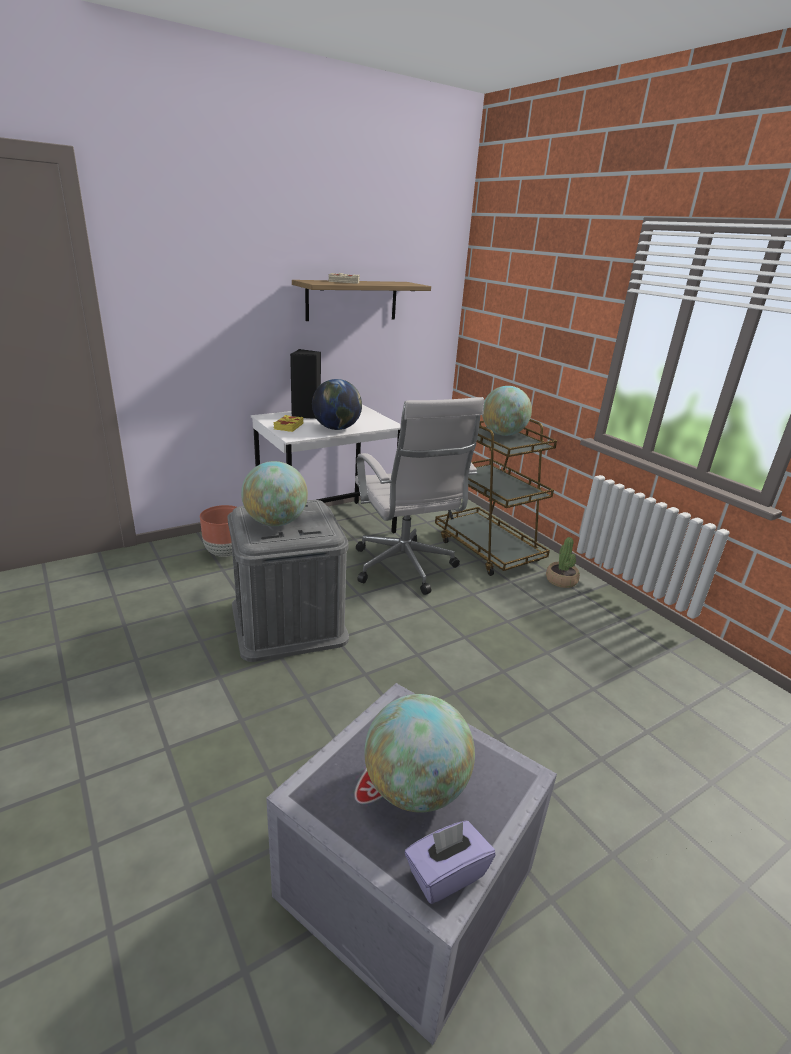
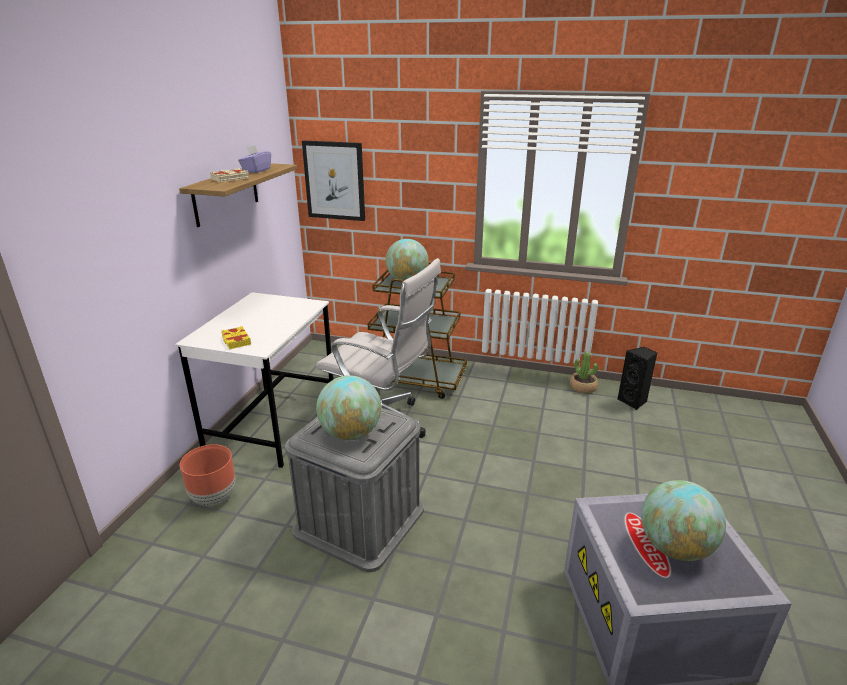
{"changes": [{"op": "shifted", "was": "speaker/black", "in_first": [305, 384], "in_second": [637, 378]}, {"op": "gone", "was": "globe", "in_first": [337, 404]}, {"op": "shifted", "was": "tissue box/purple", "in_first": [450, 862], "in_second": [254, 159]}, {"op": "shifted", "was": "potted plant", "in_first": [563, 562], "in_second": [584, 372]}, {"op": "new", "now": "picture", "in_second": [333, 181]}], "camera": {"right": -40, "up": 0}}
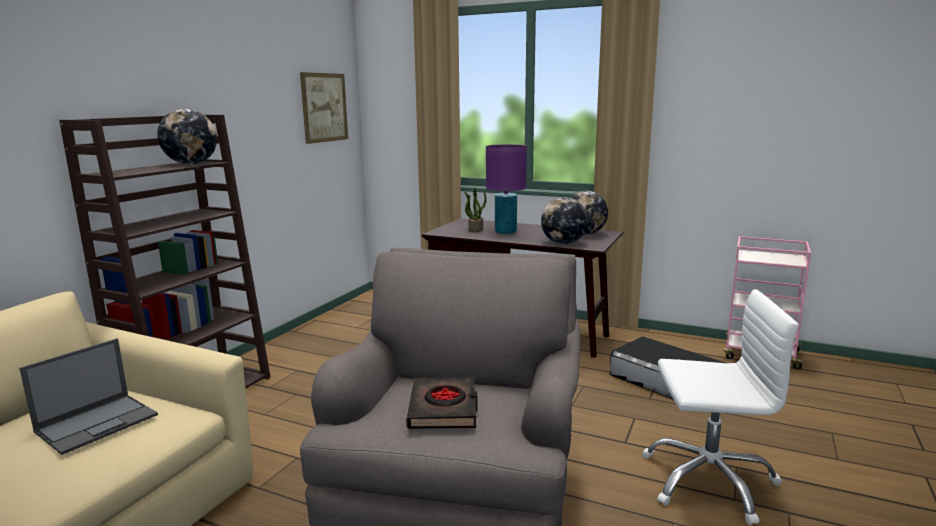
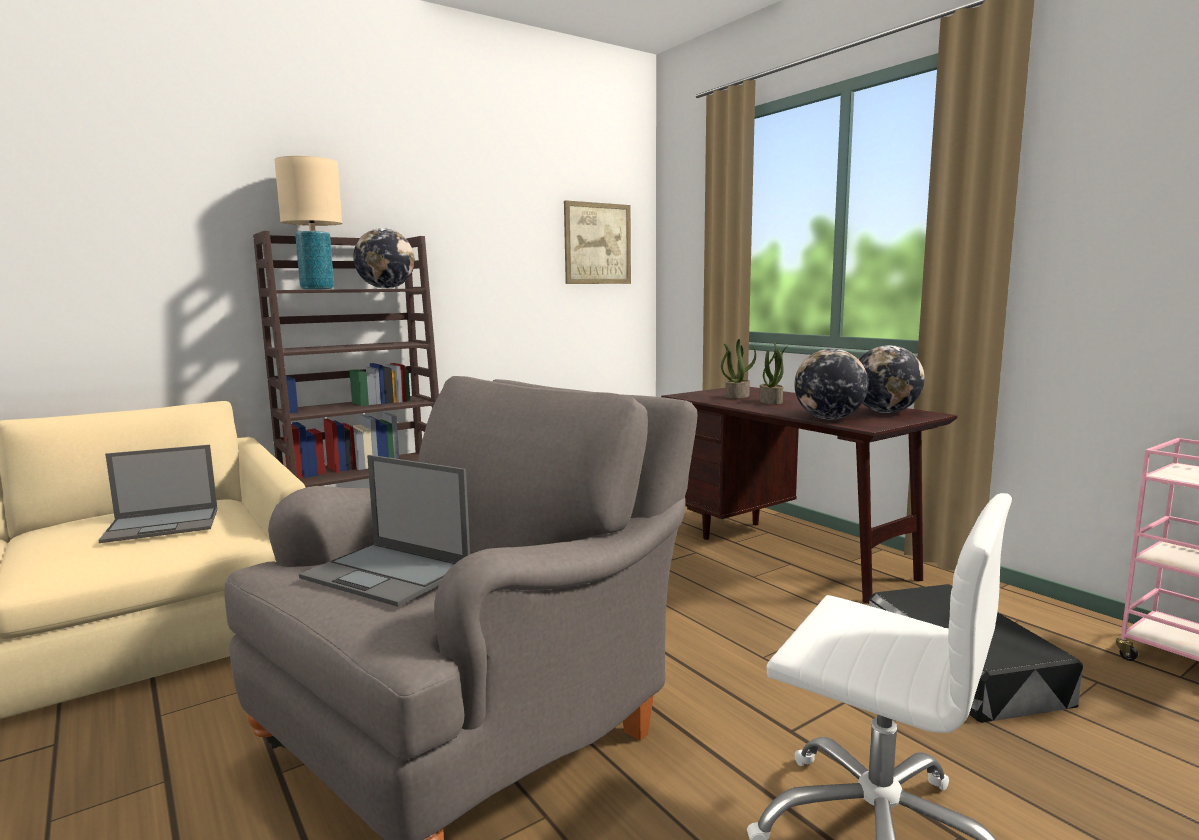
{"changes": [{"op": "swapped", "was": "book/black", "now": "laptop", "in_first": [442, 403], "in_second": [384, 531]}, {"op": "swapped", "was": "table lamp/purple", "now": "potted plant", "in_first": [506, 189], "in_second": [773, 373]}, {"op": "new", "now": "table lamp/beige", "in_second": [308, 223]}], "camera": {"right": 30, "up": -5}}
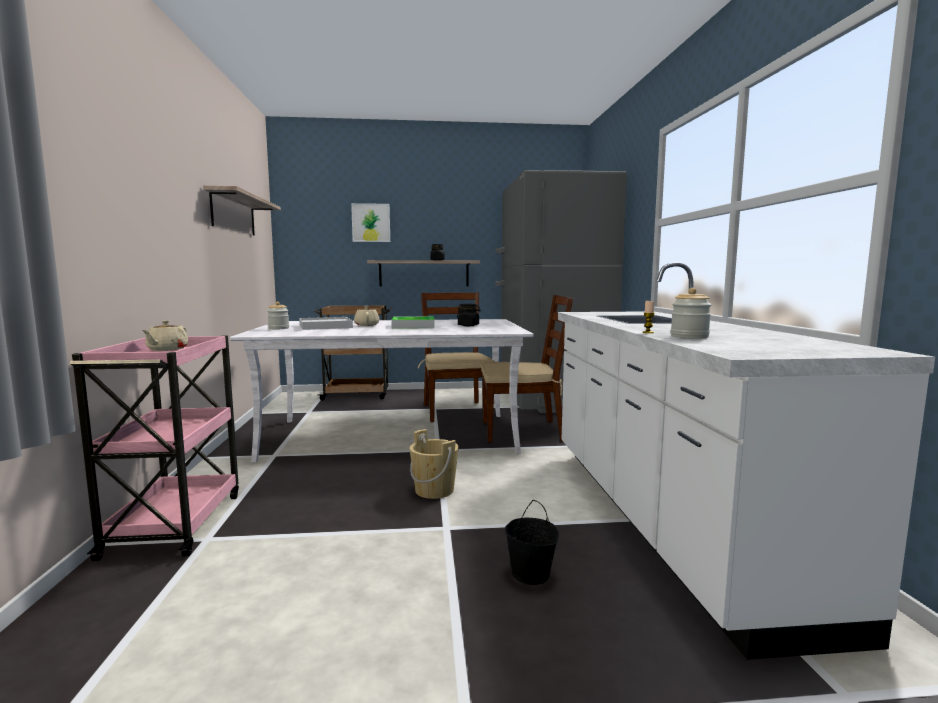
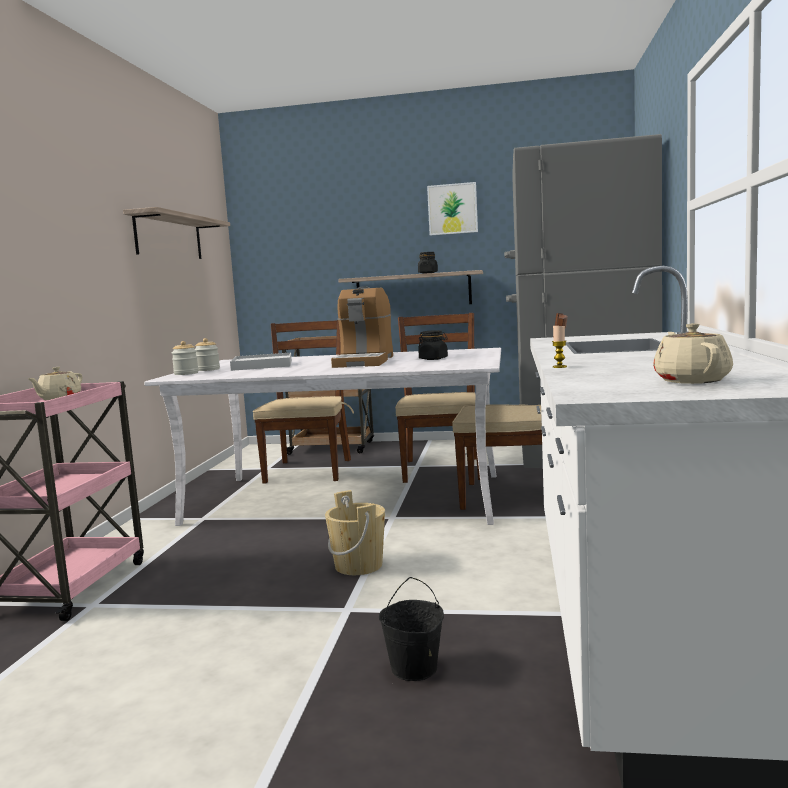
{"changes": [{"op": "shifted", "was": "picture", "in_first": [370, 222], "in_second": [452, 209]}, {"op": "shifted", "was": "teapot/beige", "in_first": [367, 316], "in_second": [693, 353]}, {"op": "swapped", "was": "tray", "now": "coffee machine", "in_first": [413, 322], "in_second": [362, 327]}, {"op": "shifted", "was": "jar", "in_first": [691, 313], "in_second": [185, 358]}, {"op": "new", "now": "chair/brown", "in_second": [303, 402]}], "camera": {"right": 15, "up": 0}}
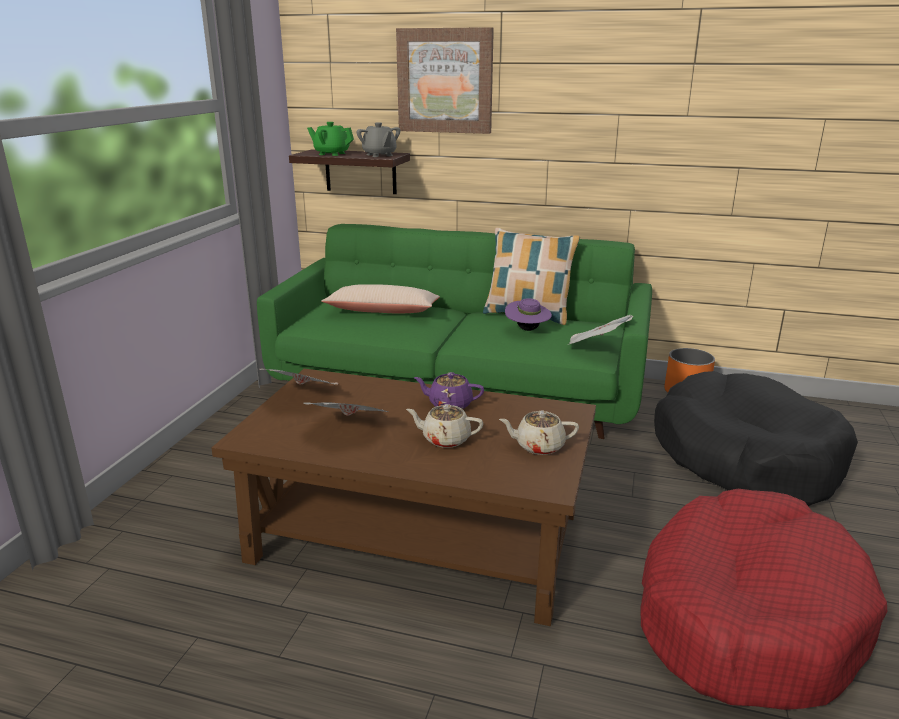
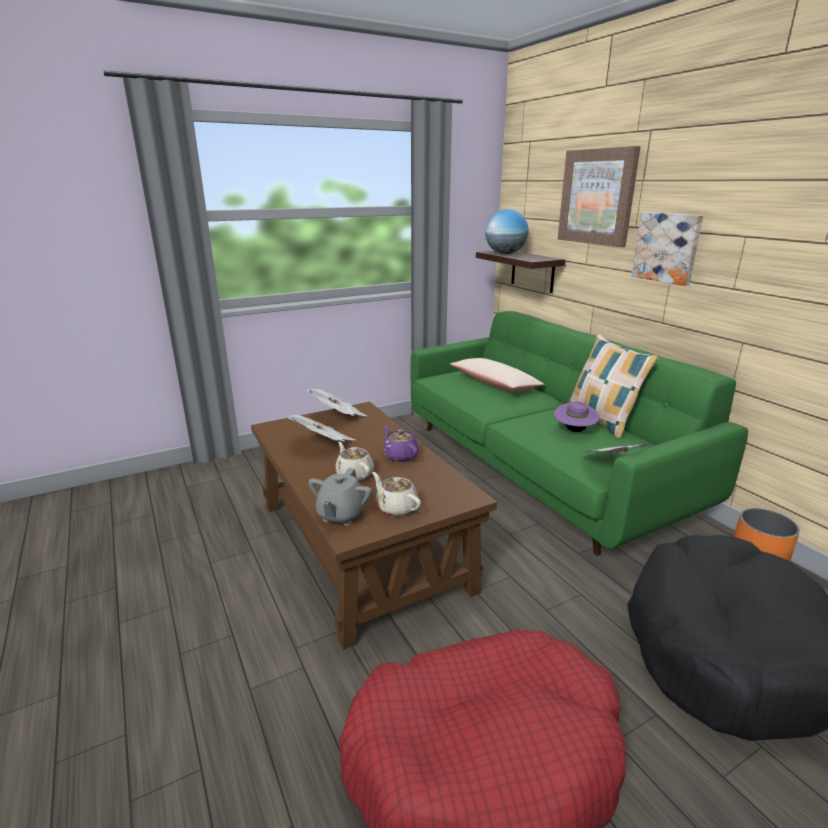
{"changes": [{"op": "swapped", "was": "teapot/green", "now": "globe", "in_first": [330, 139], "in_second": [507, 231]}, {"op": "shifted", "was": "teapot/grey", "in_first": [378, 139], "in_second": [340, 496]}, {"op": "new", "now": "picture", "in_second": [667, 249]}], "camera": {"right": 45, "up": 0}}
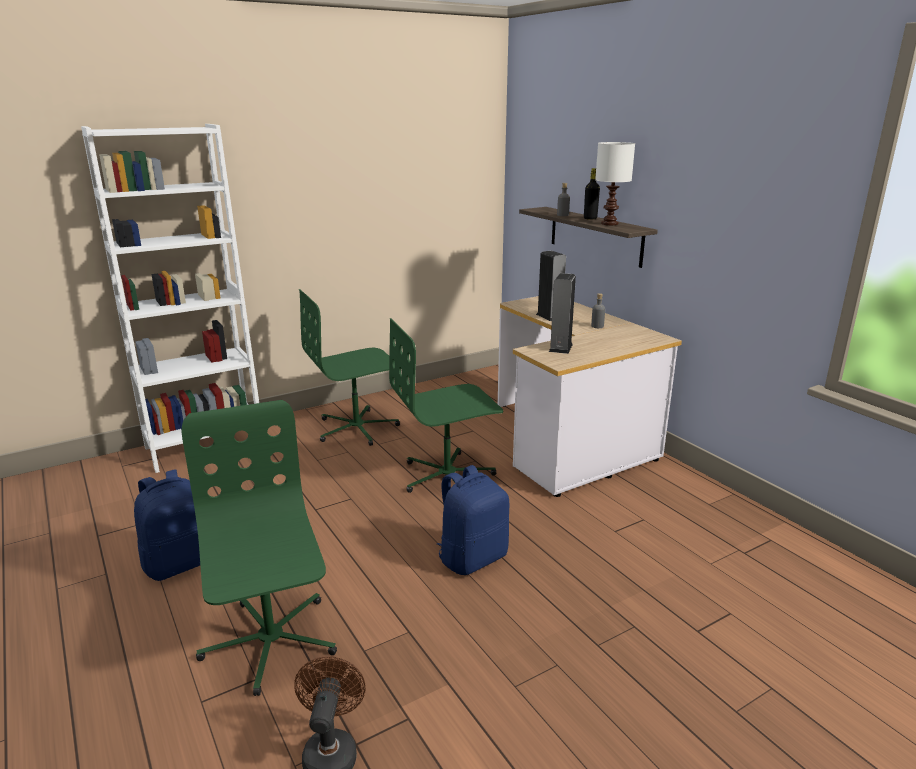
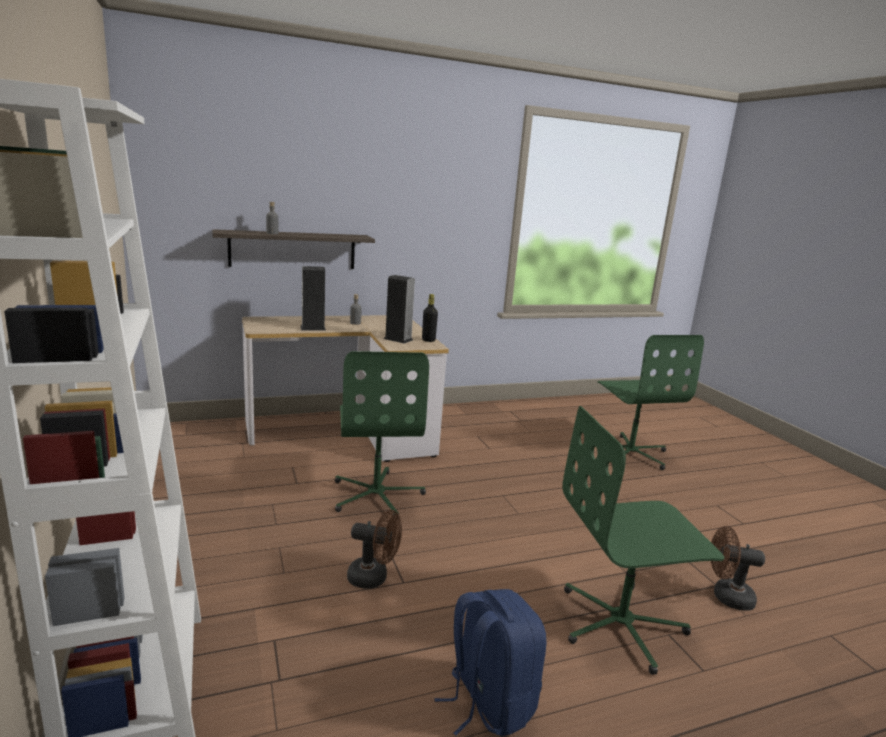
{"changes": [{"op": "shifted", "was": "office chair/green", "in_first": [349, 367], "in_second": [650, 402]}, {"op": "gone", "was": "backpack/blue", "in_first": [473, 520]}, {"op": "shifted", "was": "bottle/black", "in_first": [592, 194], "in_second": [430, 318]}, {"op": "gone", "was": "table lamp/white", "in_first": [615, 183]}, {"op": "new", "now": "fan/brown", "in_second": [374, 549]}], "camera": {"right": -80, "up": -5}}
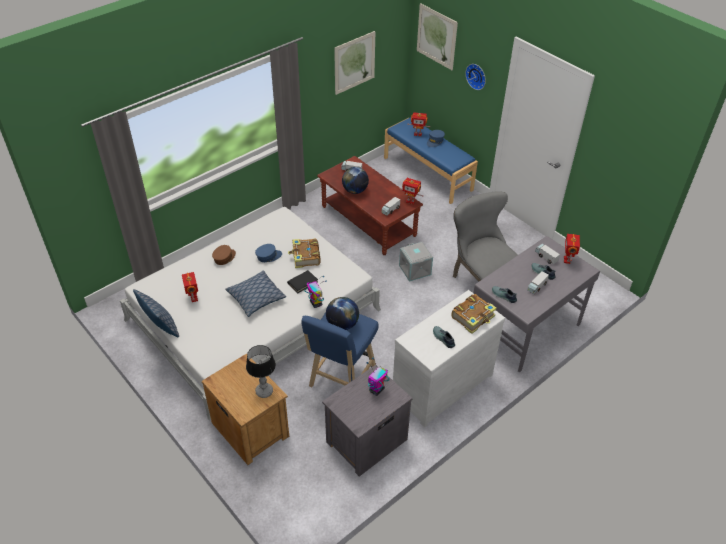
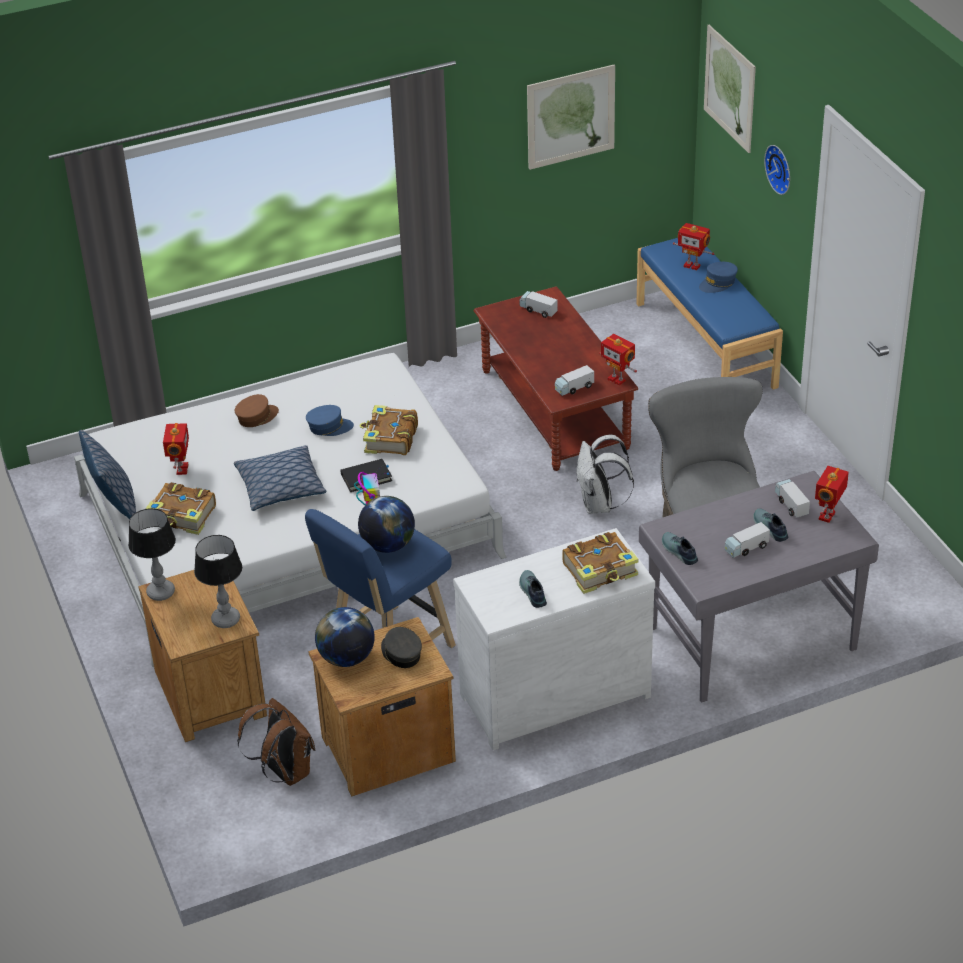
{"changes": [{"op": "repainted", "was": "nightstand/grey", "now": "nightstand/brown", "in_first": [367, 421], "in_second": [382, 706]}, {"op": "shifted", "was": "globe", "in_first": [355, 180], "in_second": [345, 637]}, {"op": "swapped", "was": "toy robot", "now": "cap/grey", "in_first": [378, 377], "in_second": [401, 647]}, {"op": "swapped", "was": "storage box/grey", "now": "backpack/white", "in_first": [416, 262], "in_second": [605, 474]}, {"op": "new", "now": "table lamp", "in_second": [152, 554]}, {"op": "new", "now": "book", "in_second": [180, 508]}, {"op": "new", "now": "backpack/brown", "in_second": [276, 742]}], "camera": {"right": 20, "up": -5}}
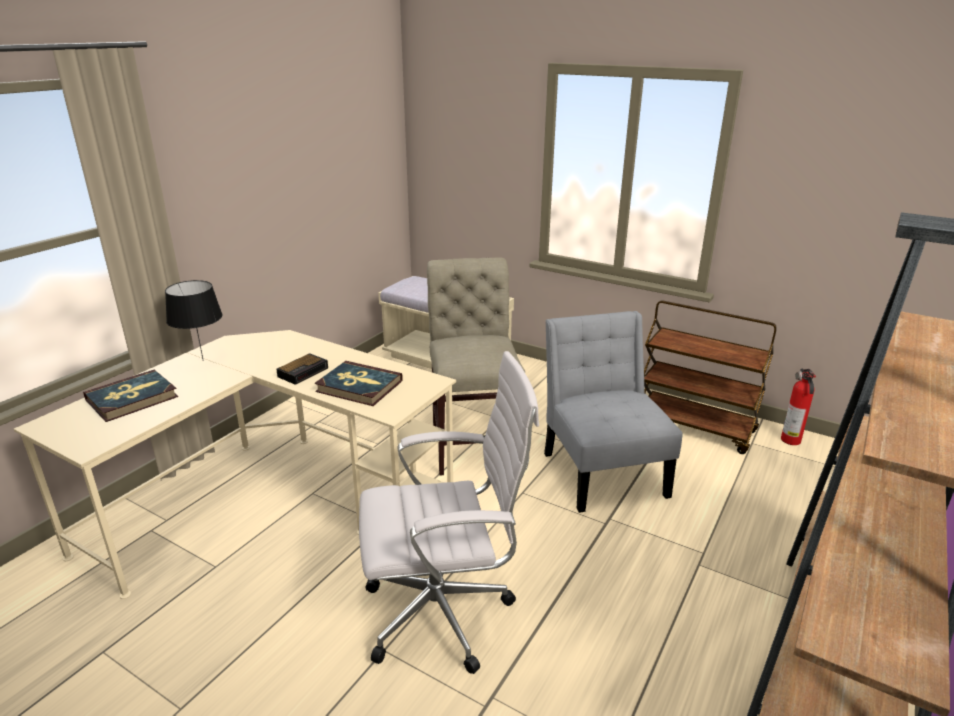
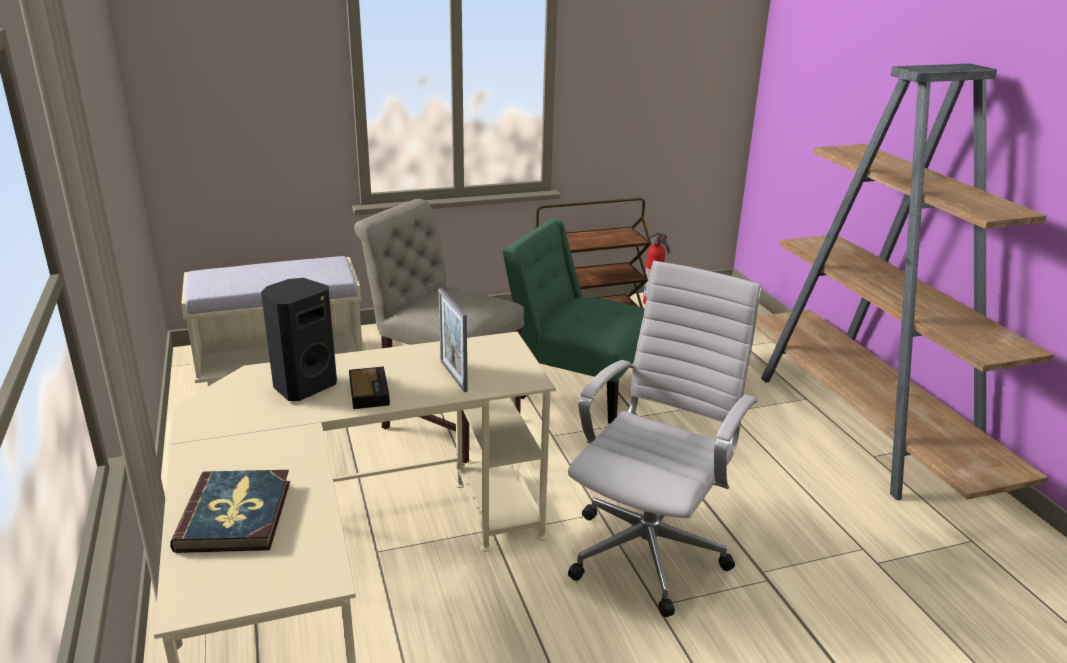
{"changes": [{"op": "gone", "was": "table lamp/black", "in_first": [194, 320]}, {"op": "swapped", "was": "book", "now": "picture frame", "in_first": [359, 383], "in_second": [453, 340]}, {"op": "repainted", "was": "chair/grey", "now": "chair/green", "in_first": [613, 412], "in_second": [573, 321]}, {"op": "new", "now": "speaker/black", "in_second": [299, 339]}], "camera": {"right": -50, "up": 0}}
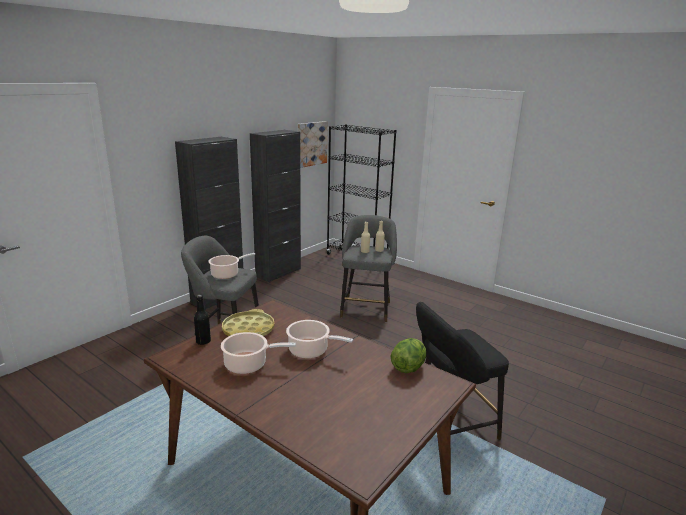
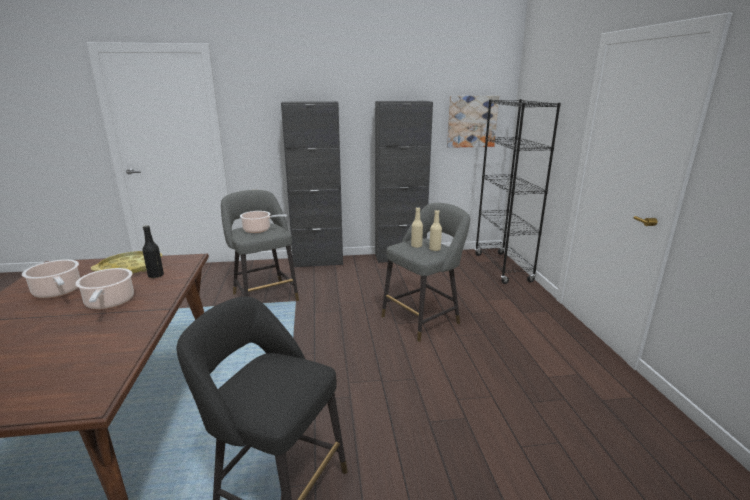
{"changes": [{"op": "shifted", "was": "bottle/black", "in_first": [202, 320], "in_second": [153, 251]}, {"op": "gone", "was": "lettuce", "in_first": [408, 355]}], "camera": {"right": 45, "up": 0}}
